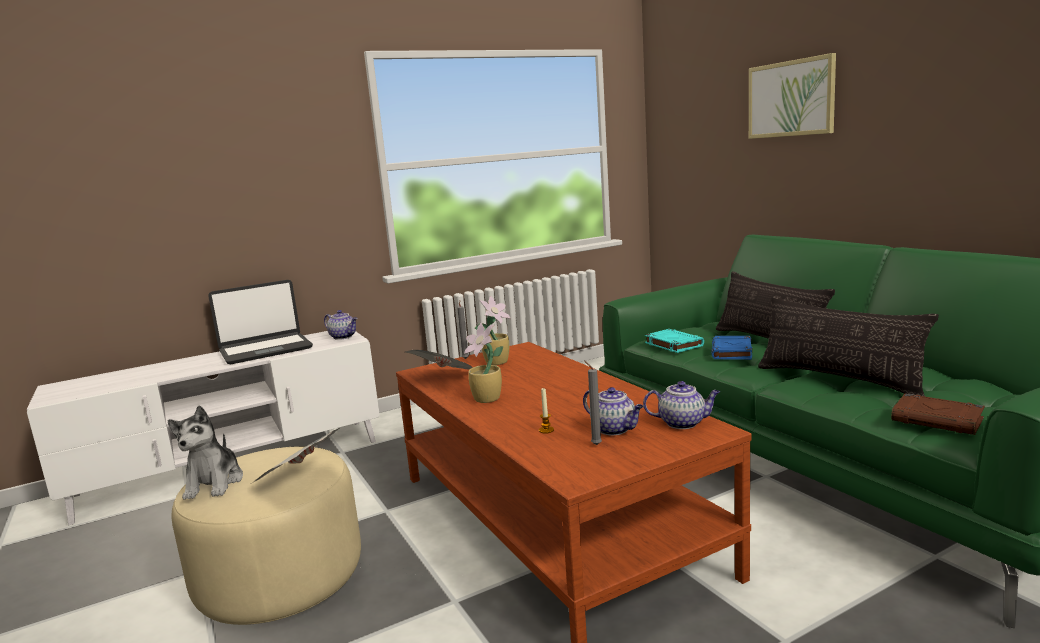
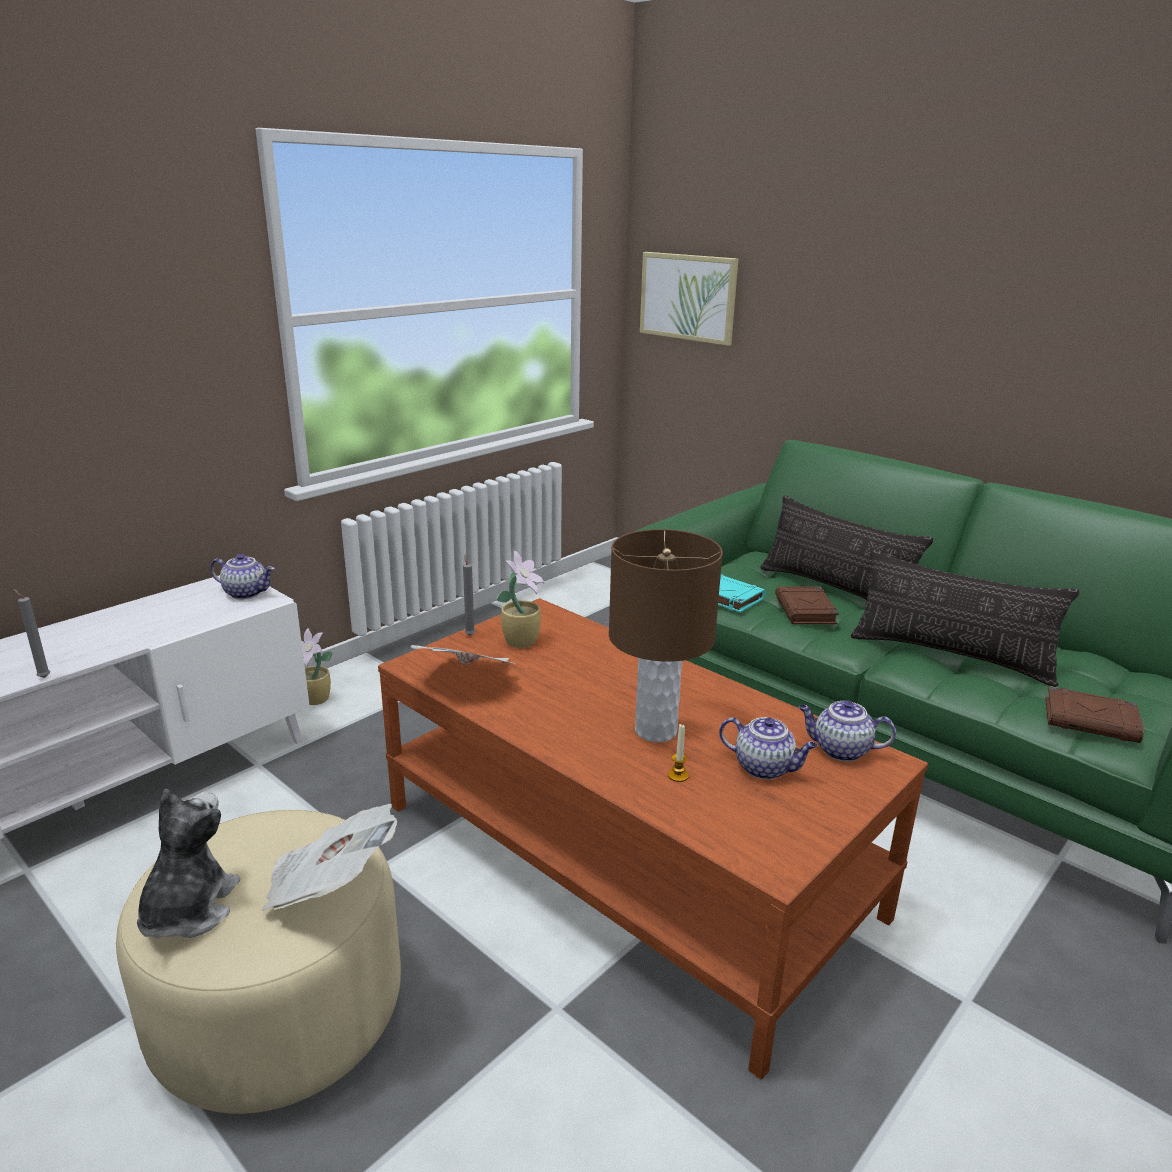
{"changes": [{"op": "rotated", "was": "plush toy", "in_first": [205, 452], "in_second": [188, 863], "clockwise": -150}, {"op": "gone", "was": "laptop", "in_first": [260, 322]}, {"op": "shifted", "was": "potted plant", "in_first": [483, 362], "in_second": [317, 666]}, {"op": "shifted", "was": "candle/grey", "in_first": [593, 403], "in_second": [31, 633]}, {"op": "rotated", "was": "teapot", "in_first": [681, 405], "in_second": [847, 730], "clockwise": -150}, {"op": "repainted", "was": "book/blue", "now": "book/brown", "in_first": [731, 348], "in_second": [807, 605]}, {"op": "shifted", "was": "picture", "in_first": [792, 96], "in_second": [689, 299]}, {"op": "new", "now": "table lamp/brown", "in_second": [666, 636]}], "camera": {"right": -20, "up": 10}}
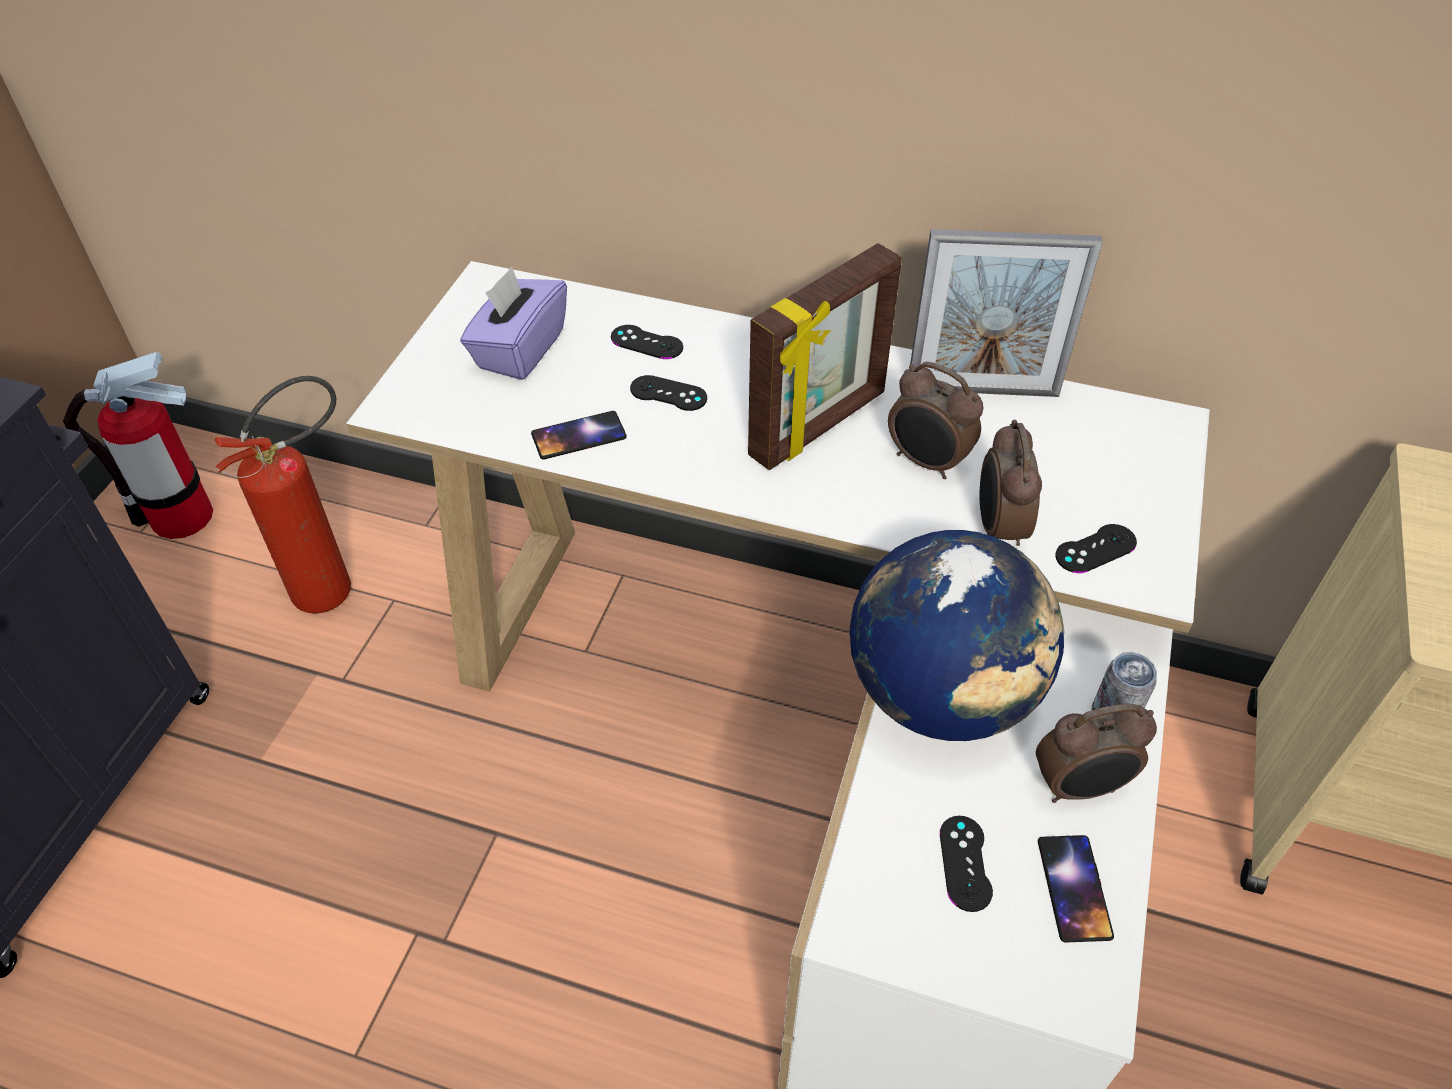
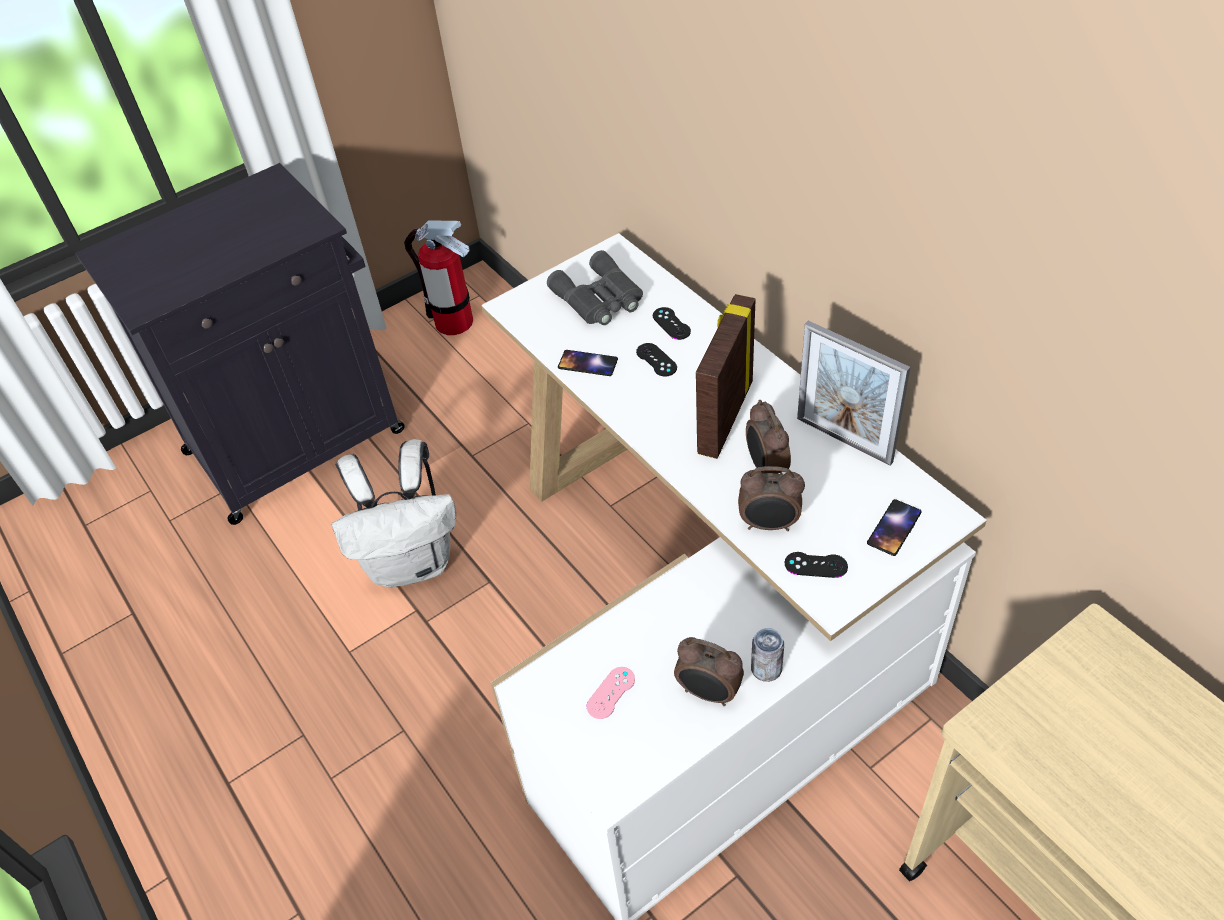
{"changes": [{"op": "gone", "was": "fire extinguisher", "in_first": [283, 495]}, {"op": "swapped", "was": "tissue box/purple", "now": "binoculars/grey", "in_first": [513, 323], "in_second": [595, 287]}, {"op": "rotated", "was": "picture frame", "in_first": [825, 356], "in_second": [726, 376], "clockwise": 120}, {"op": "gone", "was": "globe", "in_first": [957, 635]}, {"op": "repainted", "was": "game controller/black", "now": "game controller/pink", "in_first": [966, 864], "in_second": [611, 693]}, {"op": "rotated", "was": "alarm clock", "in_first": [1011, 483], "in_second": [771, 498], "clockwise": -120}, {"op": "shifted", "was": "phone", "in_first": [1076, 888], "in_second": [894, 527]}, {"op": "new", "now": "backpack/white", "in_second": [394, 513]}], "camera": {"right": 40, "up": 0}}
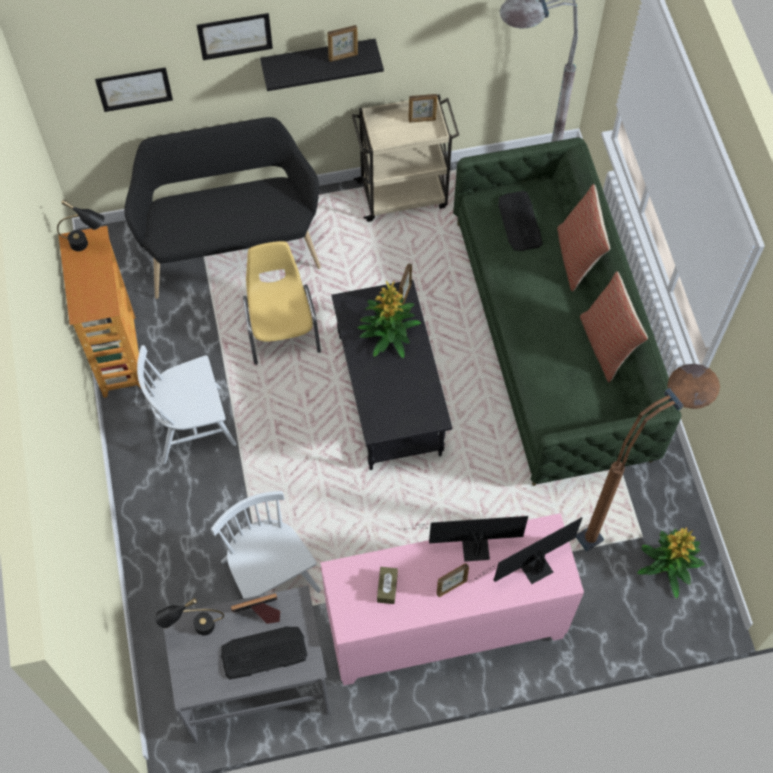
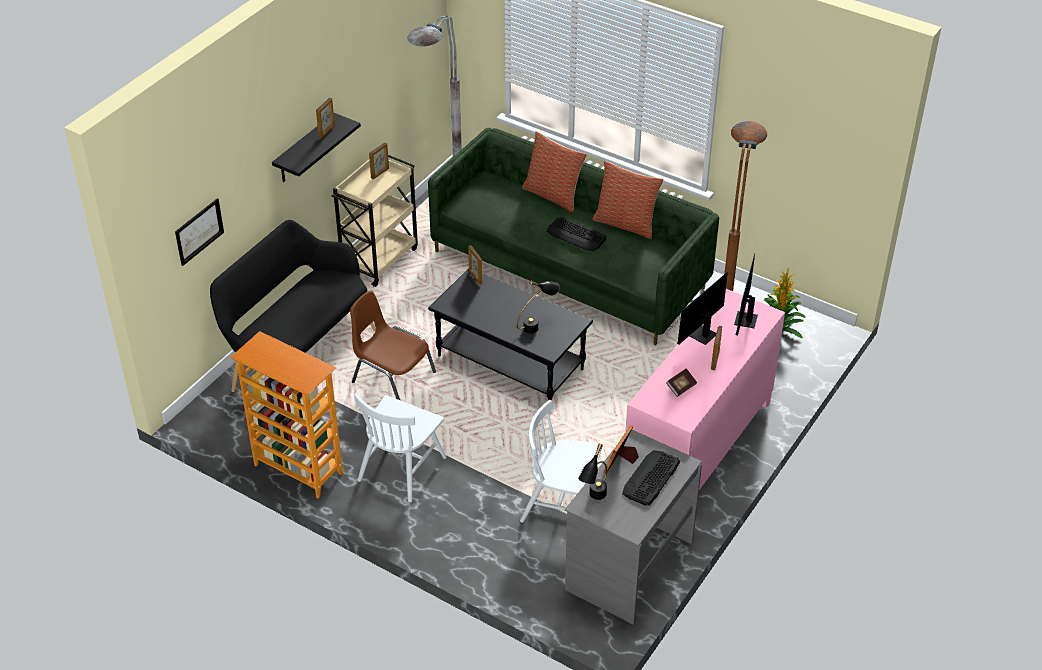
{"changes": [{"op": "shifted", "was": "table lamp/black", "in_first": [81, 225], "in_second": [538, 307]}, {"op": "gone", "was": "picture", "in_first": [235, 36]}, {"op": "repainted", "was": "chair/yellow", "now": "chair/brown", "in_first": [282, 303], "in_second": [393, 345]}, {"op": "gone", "was": "potted plant", "in_first": [389, 319]}, {"op": "swapped", "was": "tissue box/brown", "now": "book", "in_first": [387, 585], "in_second": [681, 382]}, {"op": "shifted", "was": "keyboard", "in_first": [521, 221], "in_second": [576, 234]}], "camera": {"right": -45, "up": -20}}
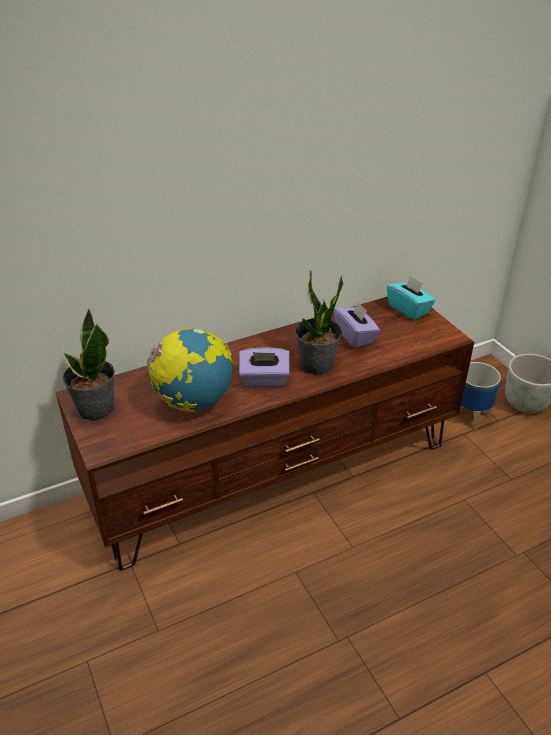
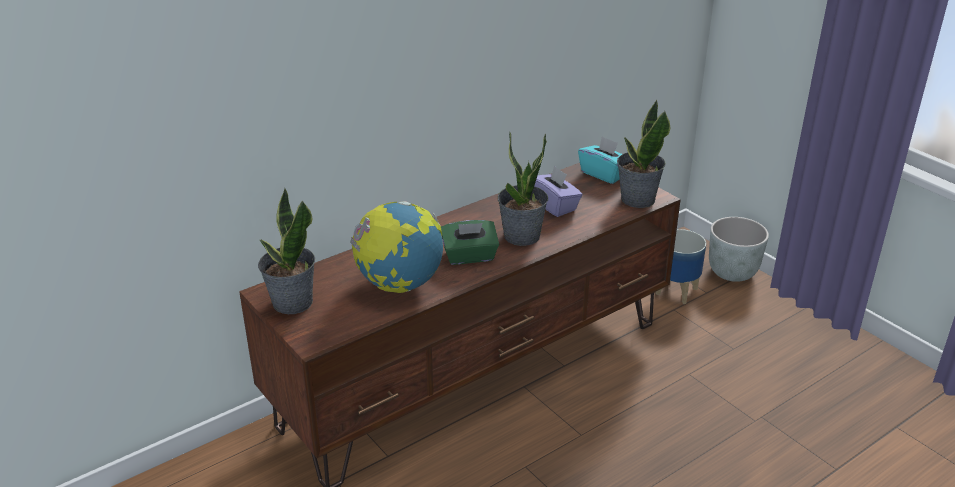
{"changes": [{"op": "repainted", "was": "tissue box/purple", "now": "tissue box/green", "in_first": [264, 367], "in_second": [470, 242]}, {"op": "new", "now": "potted plant", "in_second": [643, 153]}], "camera": {"right": -10, "up": -5}}
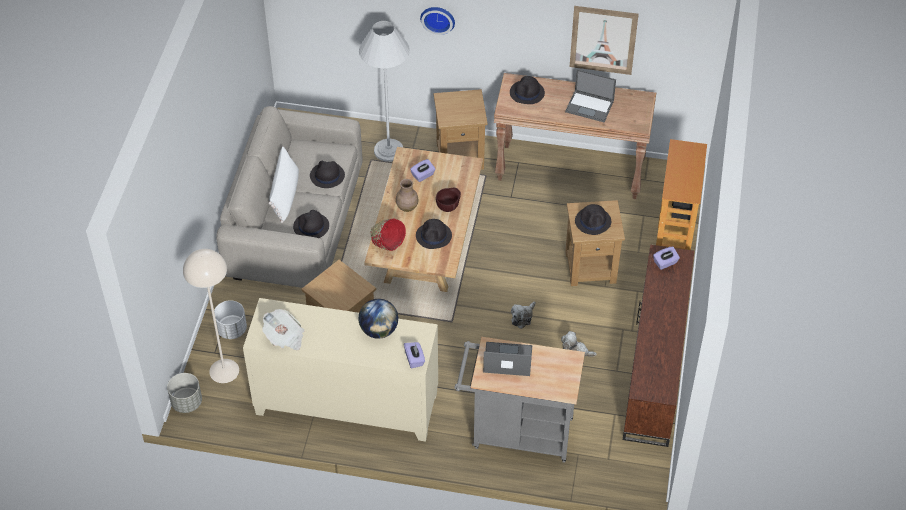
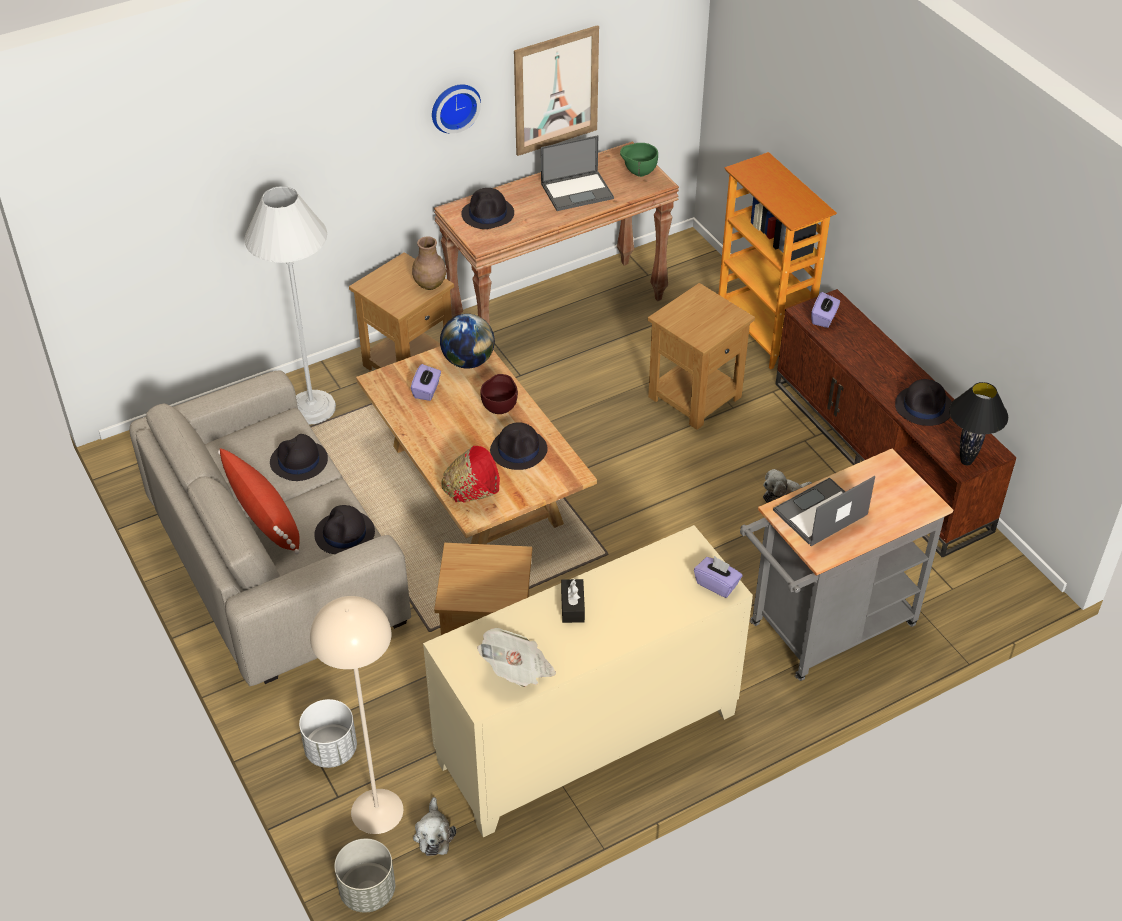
{"changes": [{"op": "repainted", "was": "pillow/white", "now": "pillow/red", "in_first": [284, 184], "in_second": [259, 501]}, {"op": "shifted", "was": "globe", "in_first": [378, 319], "in_second": [467, 341]}, {"op": "shifted", "was": "vase/brown", "in_first": [407, 195], "in_second": [429, 263]}, {"op": "shifted", "was": "wall clock", "in_first": [437, 21], "in_second": [456, 109]}, {"op": "shifted", "was": "plush toy", "in_first": [523, 315], "in_second": [434, 826]}, {"op": "shifted", "was": "hat/black", "in_first": [593, 219], "in_second": [923, 402]}, {"op": "new", "now": "tissue box/black", "in_second": [573, 601]}, {"op": "new", "now": "bowl/green", "in_second": [639, 160]}, {"op": "new", "now": "table lamp/black", "in_second": [978, 423]}], "camera": {"right": -40, "up": -5}}
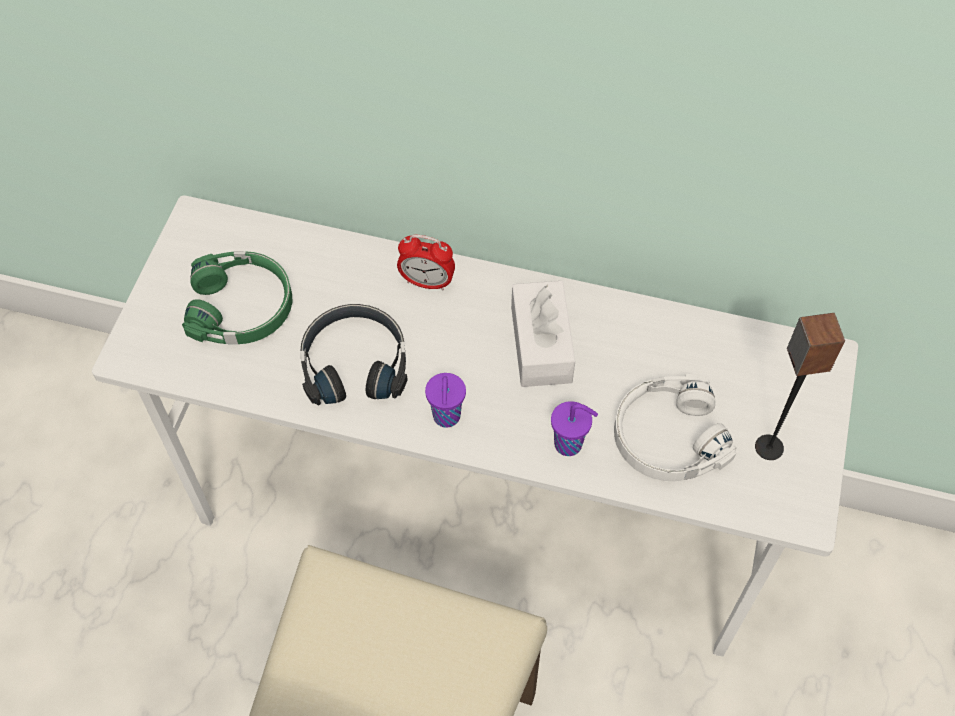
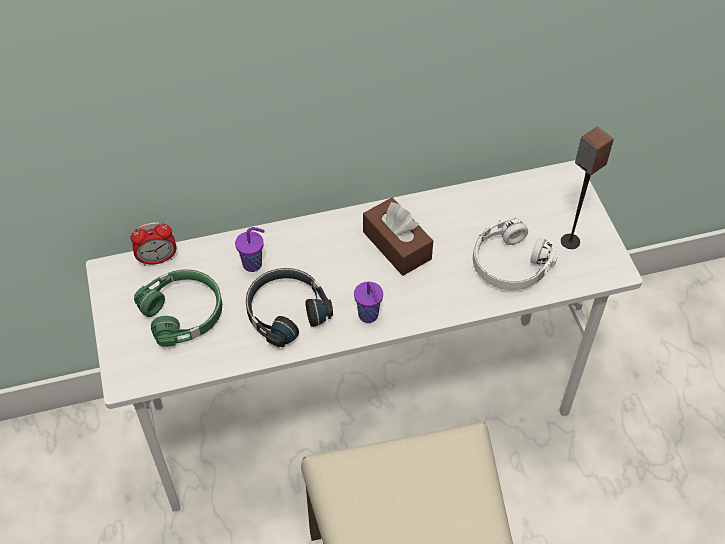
{"changes": [{"op": "shifted", "was": "alarm clock", "in_first": [426, 263], "in_second": [154, 244]}, {"op": "repainted", "was": "tissue box/white", "now": "tissue box/brown", "in_first": [543, 334], "in_second": [398, 237]}, {"op": "shifted", "was": "cup/purple", "in_first": [574, 428], "in_second": [250, 249]}], "camera": {"right": -30, "up": -5}}
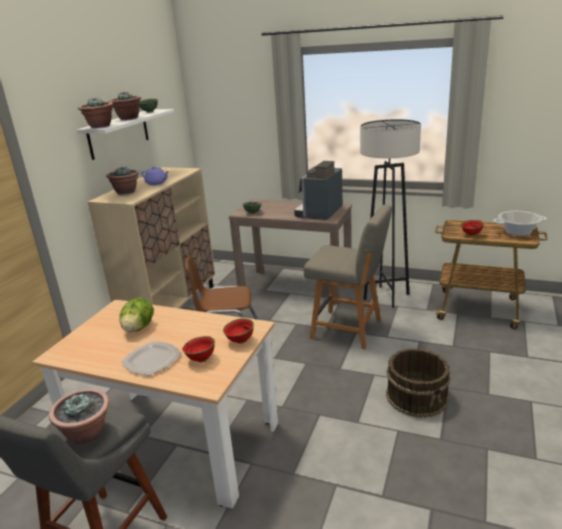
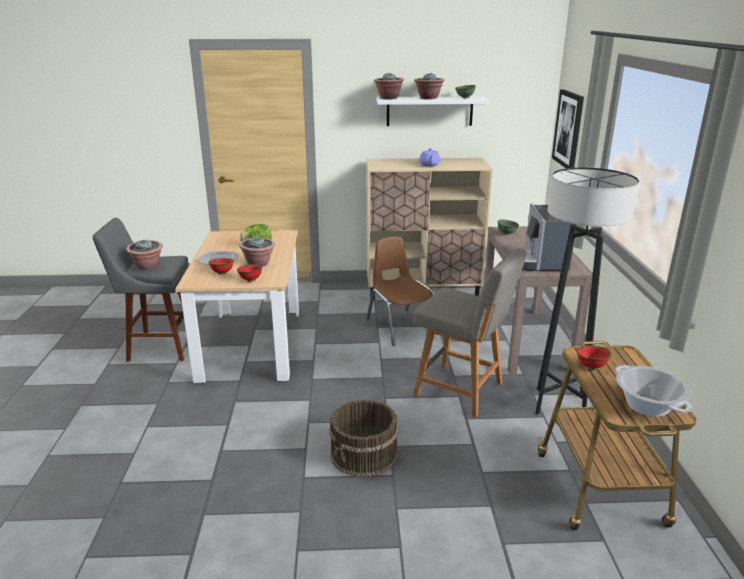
{"changes": [{"op": "shifted", "was": "potted plant", "in_first": [122, 180], "in_second": [257, 251]}, {"op": "rotated", "was": "coffee machine", "in_first": [318, 190], "in_second": [550, 237], "clockwise": -90}, {"op": "rotated", "was": "chair/grey", "in_first": [348, 276], "in_second": [469, 332], "clockwise": -60}, {"op": "new", "now": "picture", "in_second": [568, 128]}], "camera": {"right": 65, "up": 0}}
